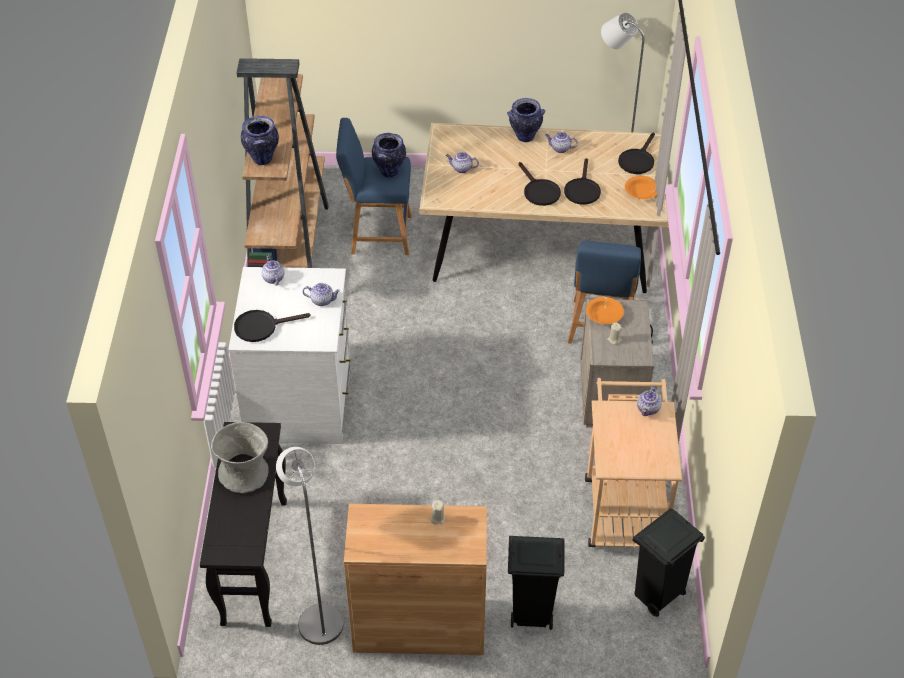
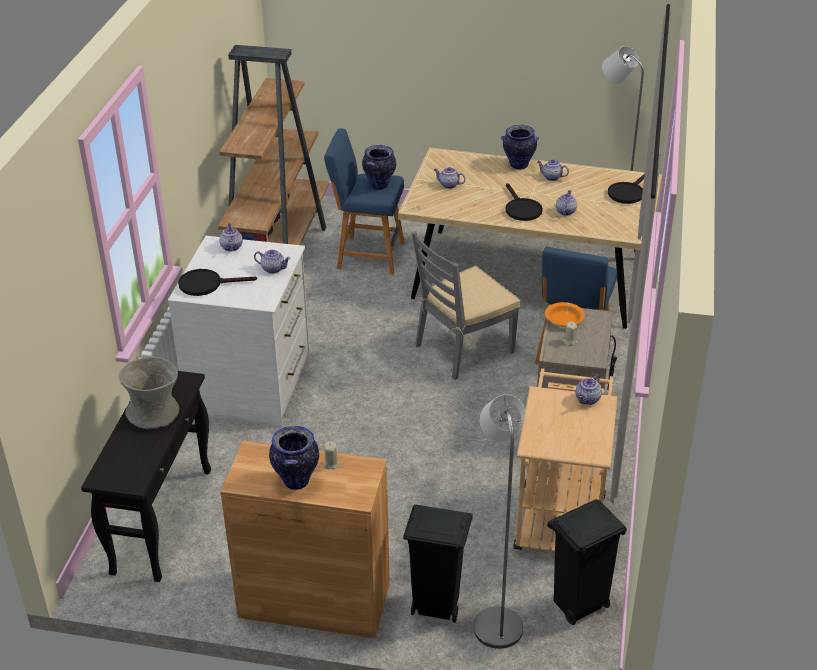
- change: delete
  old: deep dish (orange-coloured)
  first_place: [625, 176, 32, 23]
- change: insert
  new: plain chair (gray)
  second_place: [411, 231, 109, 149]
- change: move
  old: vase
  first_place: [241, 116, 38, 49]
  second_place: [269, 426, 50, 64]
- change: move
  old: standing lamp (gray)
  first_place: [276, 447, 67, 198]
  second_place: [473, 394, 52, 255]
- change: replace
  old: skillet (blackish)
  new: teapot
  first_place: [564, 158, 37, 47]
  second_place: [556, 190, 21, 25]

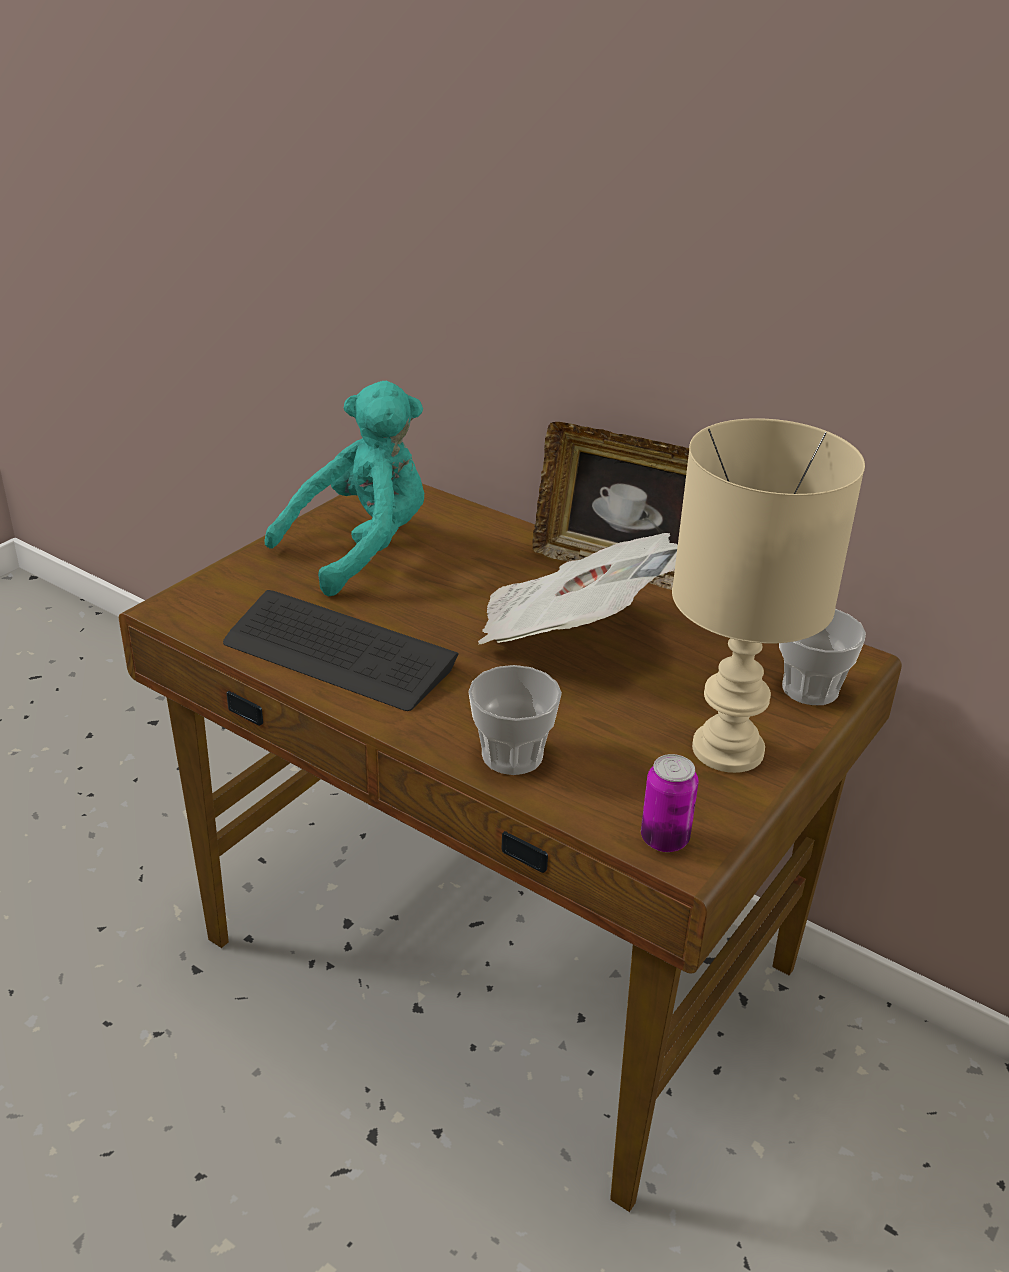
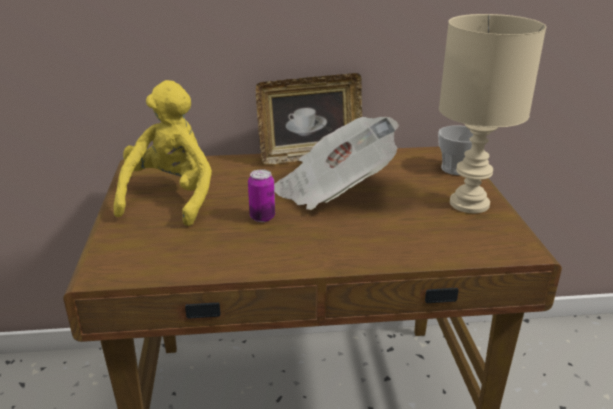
- change: delete
  old: keyboard
  first_place: [223, 590, 236, 121]
- change: delete
  old: small cup
  first_place: [468, 665, 94, 110]
- change: move
  old: metal can
  first_place: [641, 754, 58, 98]
  second_place: [248, 169, 27, 53]
- change: recolor
  old: cuddly toy (blue-green)
  new: cuddly toy (yellowish)
  first_place: [265, 381, 159, 215]
  second_place: [113, 80, 99, 146]

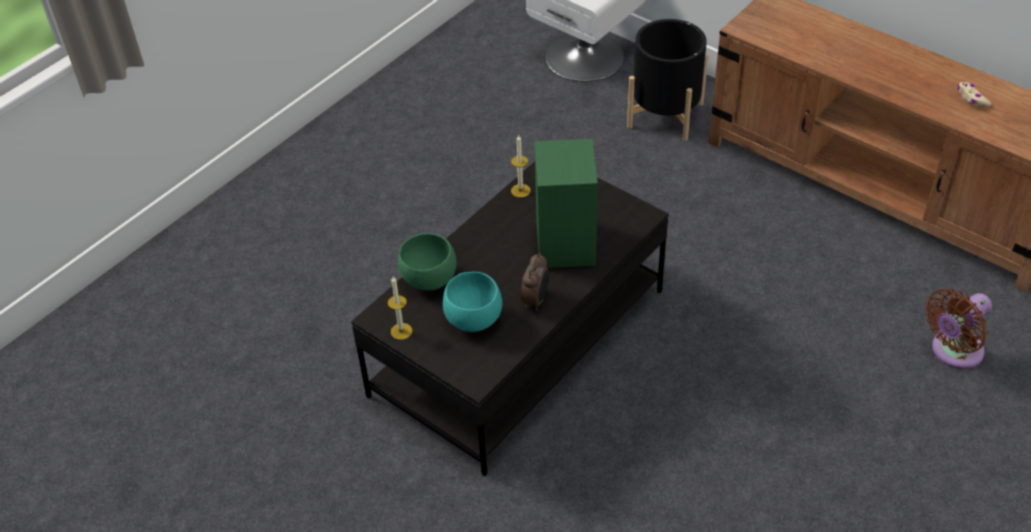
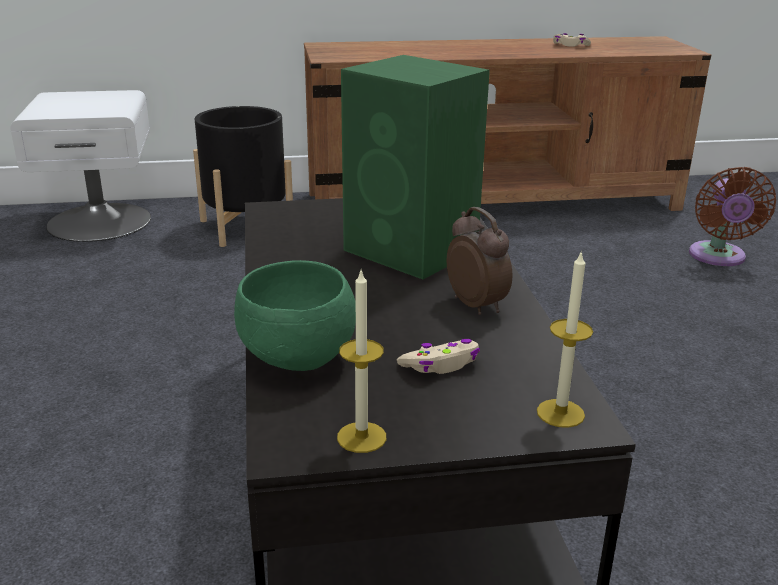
- change: move
  old: wax candle
  first_place: [511, 135, 20, 63]
  second_place: [537, 250, 56, 178]
- change: replace
  old: deep dish (blue-green)
  new: joypad (sand-coloured)
  first_place: [443, 272, 59, 60]
  second_place: [397, 339, 83, 35]

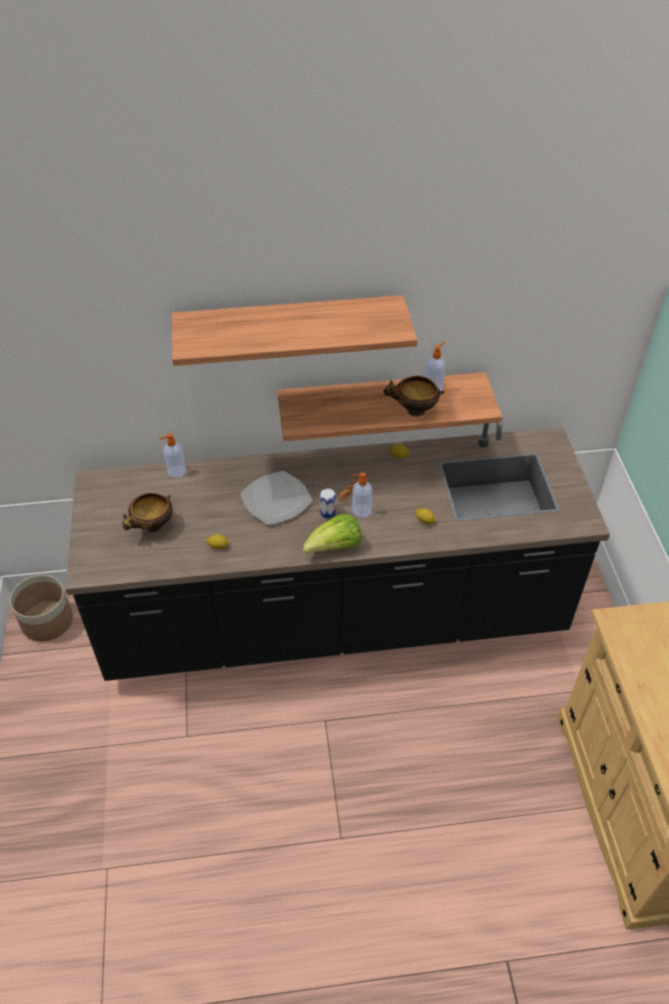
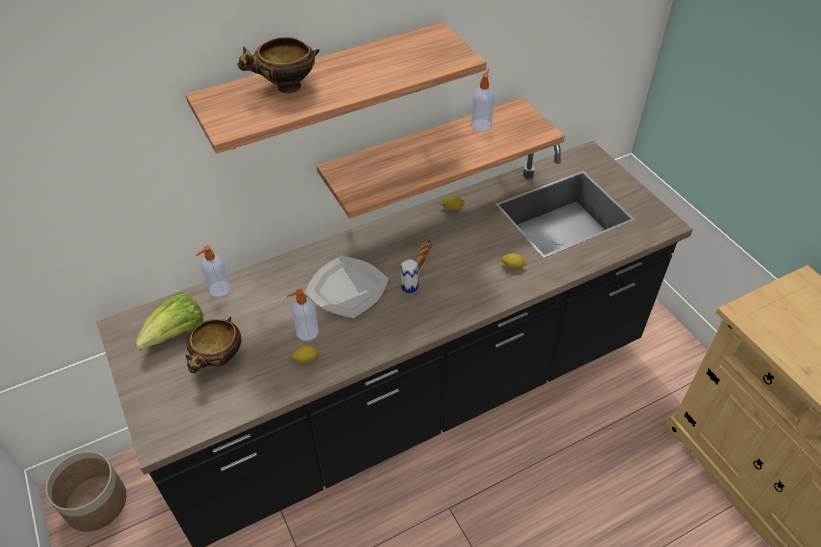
- change: move
  old: lettuce head
  first_place: [303, 513, 59, 40]
  second_place: [135, 292, 68, 59]
- change: move
  old: soap dispenser
  first_place: [351, 473, 21, 45]
  second_place: [287, 289, 32, 52]
- change: move
  old: deep dish
  first_place: [383, 376, 62, 41]
  second_place: [237, 37, 82, 56]

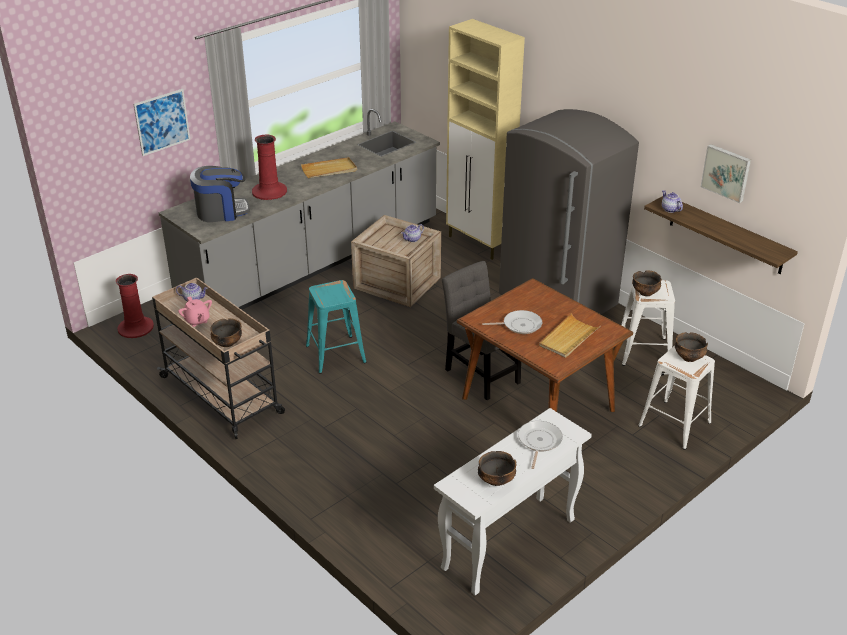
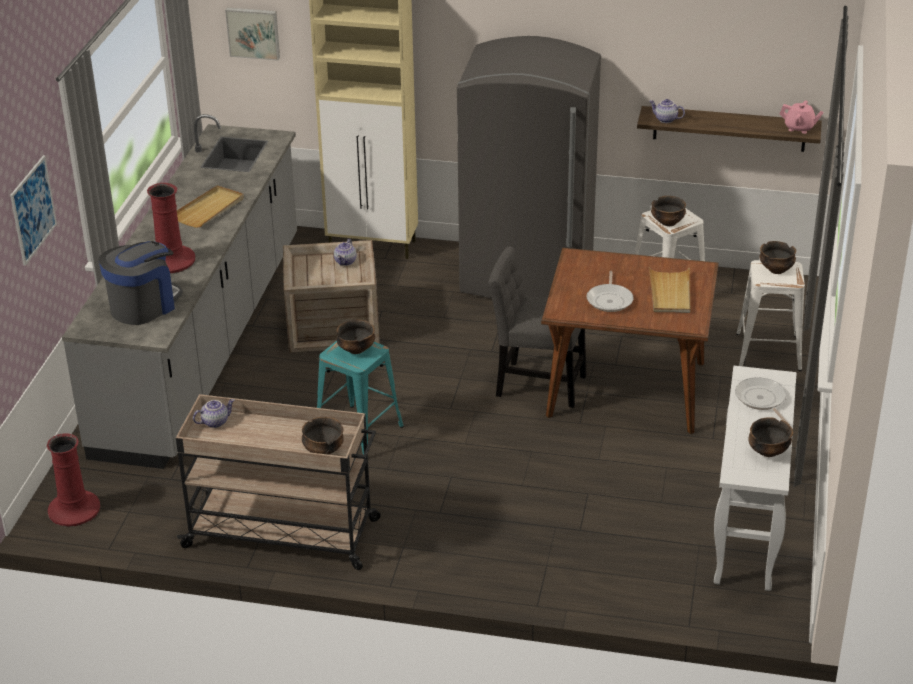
- change: insert
  new: deep dish
  second_place: [336, 320, 39, 34]
- change: move
  old: teapot (pinkish)
  first_place: [178, 296, 34, 31]
  second_place: [780, 100, 43, 34]
- change: move
  old: wall picture
  first_place: [701, 144, 50, 59]
  second_place: [225, 7, 55, 54]
- change: rotate
  old: skillet
  first_place: [482, 310, 61, 24]
  second_place: [587, 271, 47, 41]
  degrees: 135

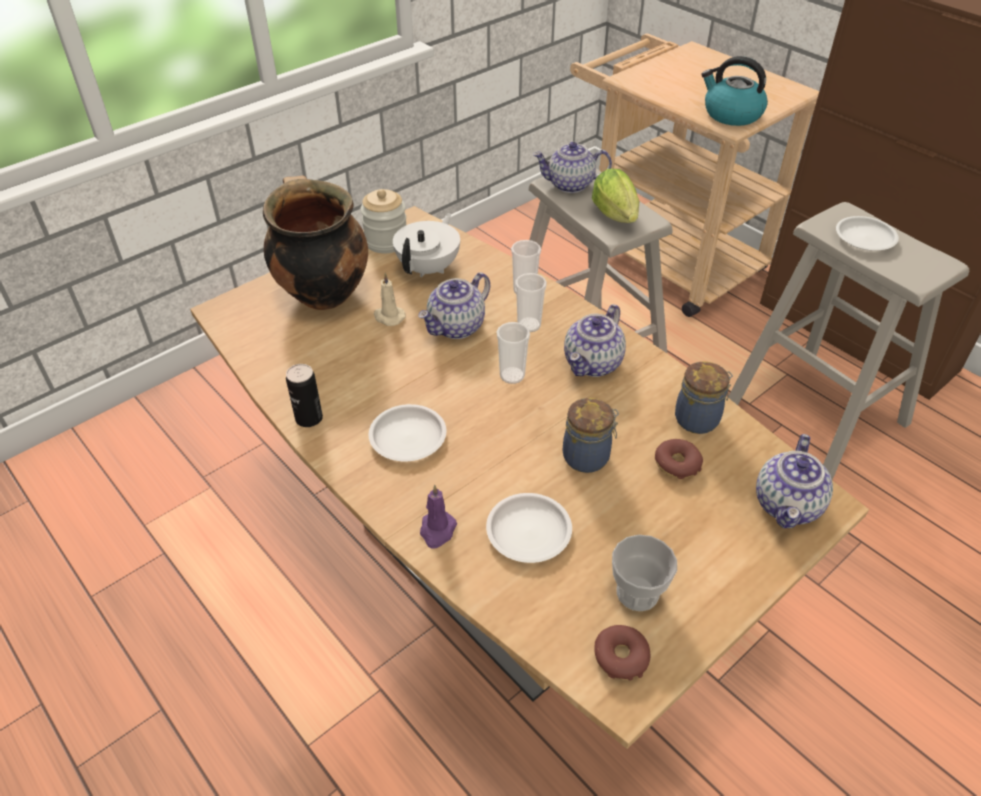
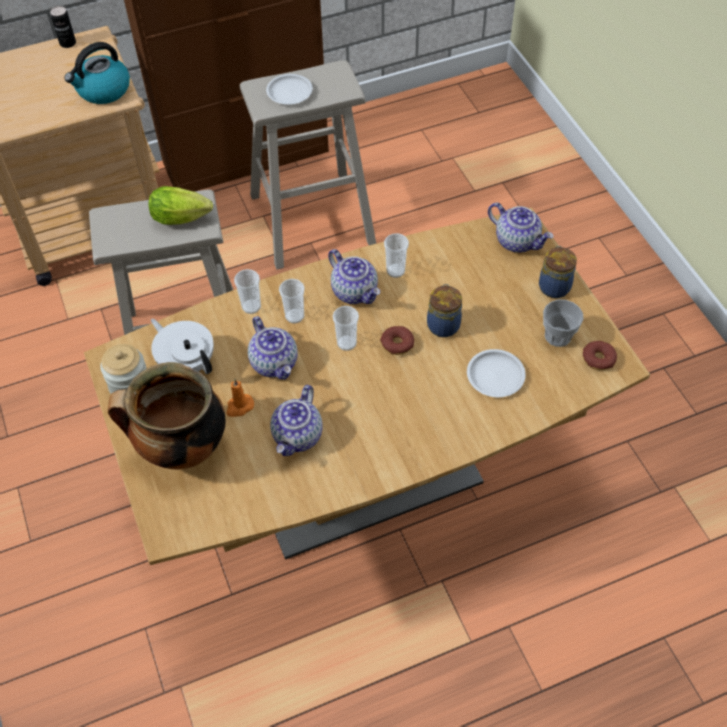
- change: delete
  old: dinner plate (white)
  first_place: [369, 404, 78, 57]
- change: delete
  old: wax candle (purple-coloured)
  first_place: [420, 485, 37, 64]
- change: insert
  new: small cup
  second_place: [384, 233, 25, 45]
- change: move
  old: metal can
  first_place: [286, 364, 37, 63]
  second_place: [50, 6, 26, 42]
- change: move
  old: teapot
  first_place: [533, 142, 79, 51]
  second_place: [270, 385, 53, 71]
- change: move
  old: doughnut
  first_place: [655, 439, 48, 40]
  second_place: [380, 326, 34, 29]
- change: move
  old: jar
  first_place: [675, 361, 58, 73]
  second_place: [539, 246, 38, 52]
- change: recolor
  old: wax candle (sand-coloured)
  new: wax candle (orange-coloured)
  first_place: [374, 273, 32, 53]
  second_place: [226, 378, 28, 39]

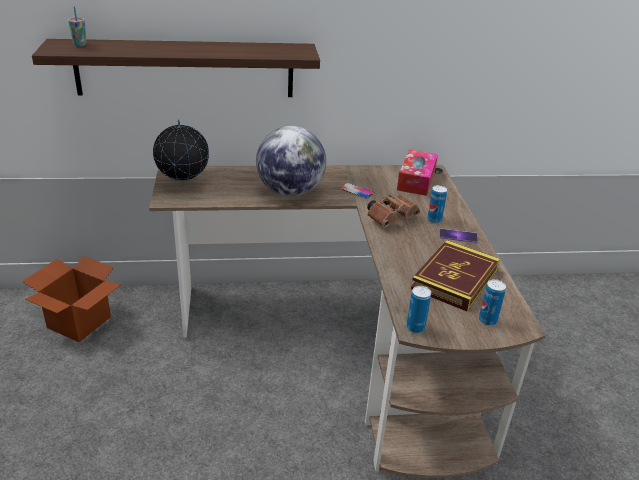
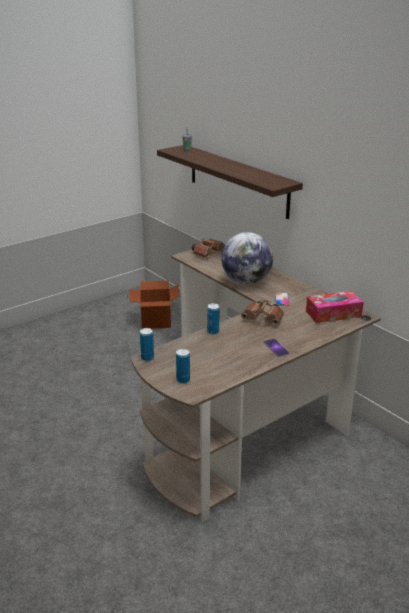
- change: delete
  old: volume
  first_place: [411, 240, 89, 71]
- change: move
  old: metal can
  first_place: [427, 185, 20, 39]
  second_place: [207, 303, 13, 32]
- change: replace
  old: globe
  new: pair of binoculars (brown-coloured)
  first_place: [153, 120, 56, 65]
  second_place: [192, 238, 33, 20]

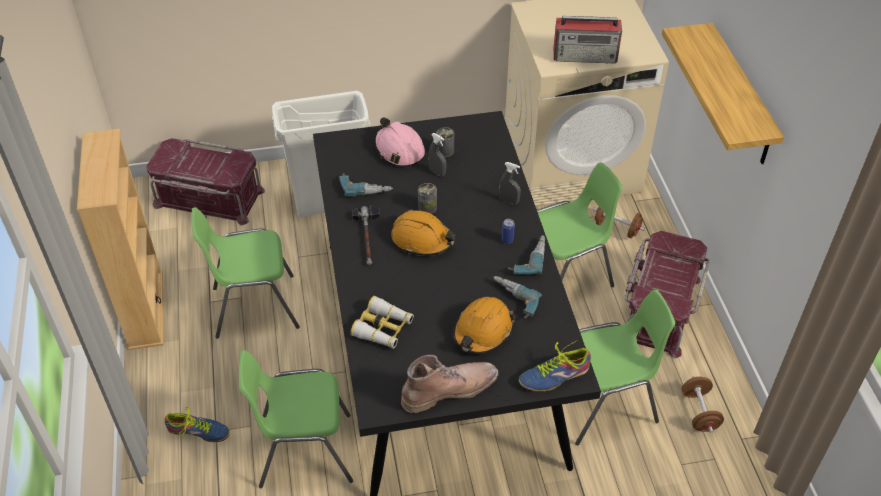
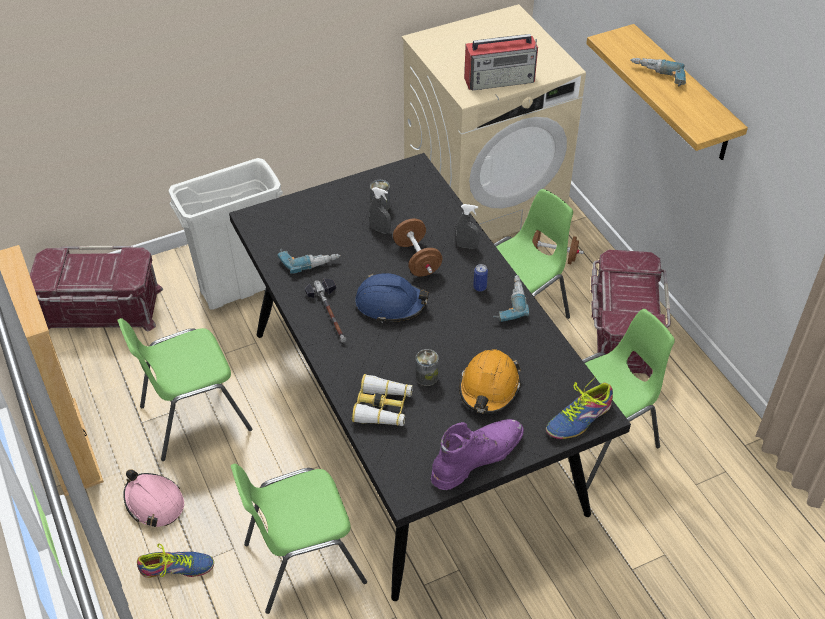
- change: move
  old: safety helmet (pinkish)
  first_place: [374, 117, 51, 50]
  second_place: [123, 469, 61, 58]
- change: move
  old: metal can
  first_place: [418, 183, 19, 31]
  second_place: [416, 349, 23, 37]
- change: move
  old: drill
  first_place: [493, 276, 49, 42]
  second_place: [630, 58, 56, 29]
- change: move
  old: dumbbell (brown-coloured)
  first_place: [682, 376, 42, 57]
  second_place: [393, 218, 49, 58]
- change: recolor
  old: safety helmet (orange-coloured)
  new: safety helmet (blue)
  first_place: [391, 209, 65, 47]
  second_place: [355, 273, 74, 50]
- change: recolor
  old: boot (brown-coloured)
  new: boot (purple-coloured)
  first_place: [401, 355, 97, 58]
  second_place: [431, 419, 93, 71]

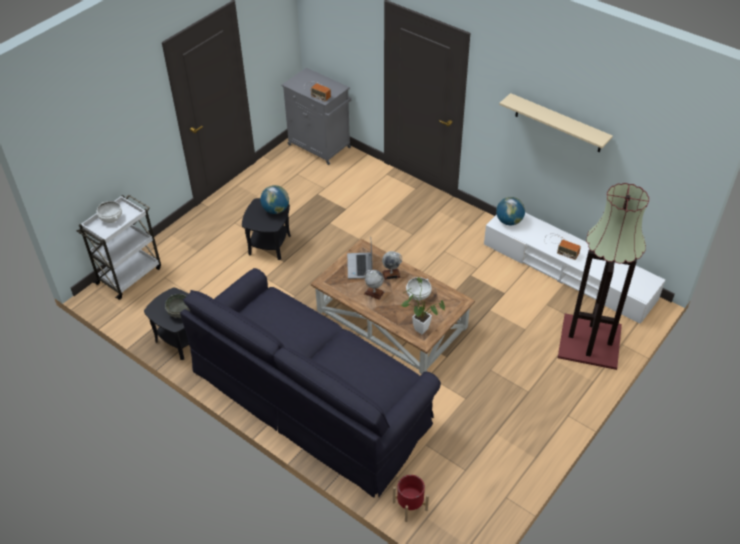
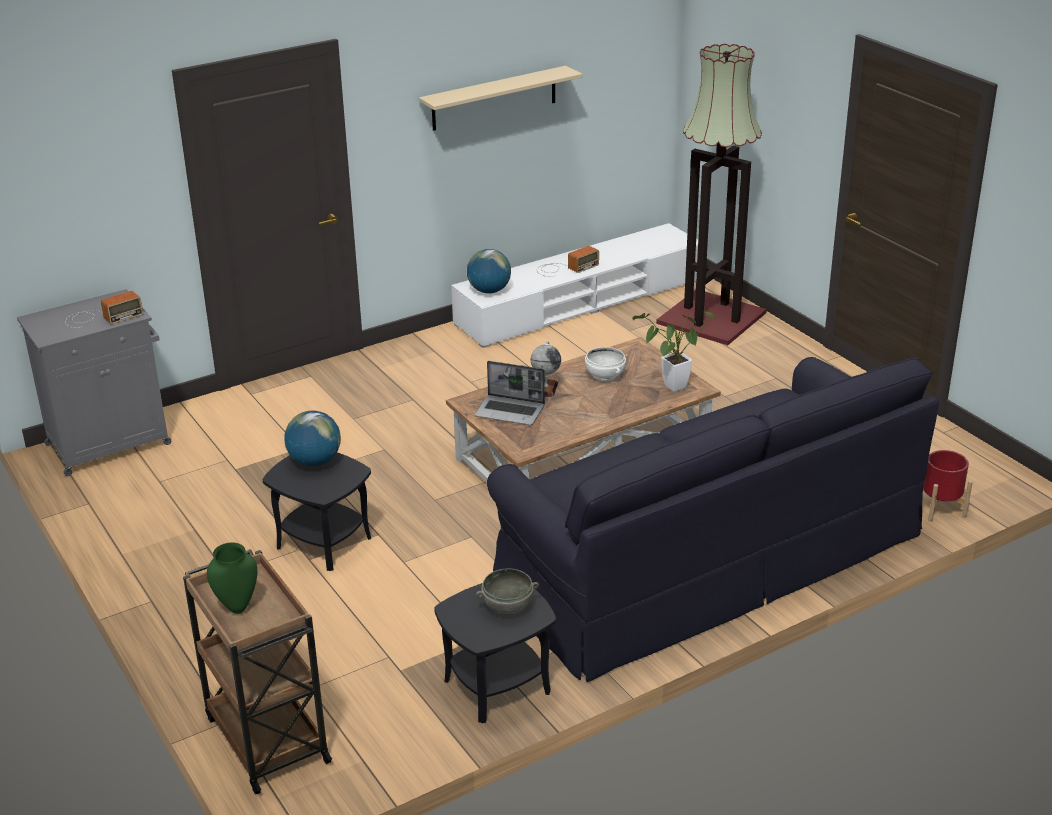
- change: delete
  old: globe
  first_place: [364, 270, 20, 30]
- change: replace
  old: deep dish (white)
  new: vase (greenish)
  first_place: [96, 201, 26, 22]
  second_place: [207, 542, 51, 72]
- change: recolor
  old: wheeled cart (white)
  new: wheeled cart (brown-coloured)
  first_place: [77, 195, 84, 105]
  second_place: [183, 549, 149, 245]

